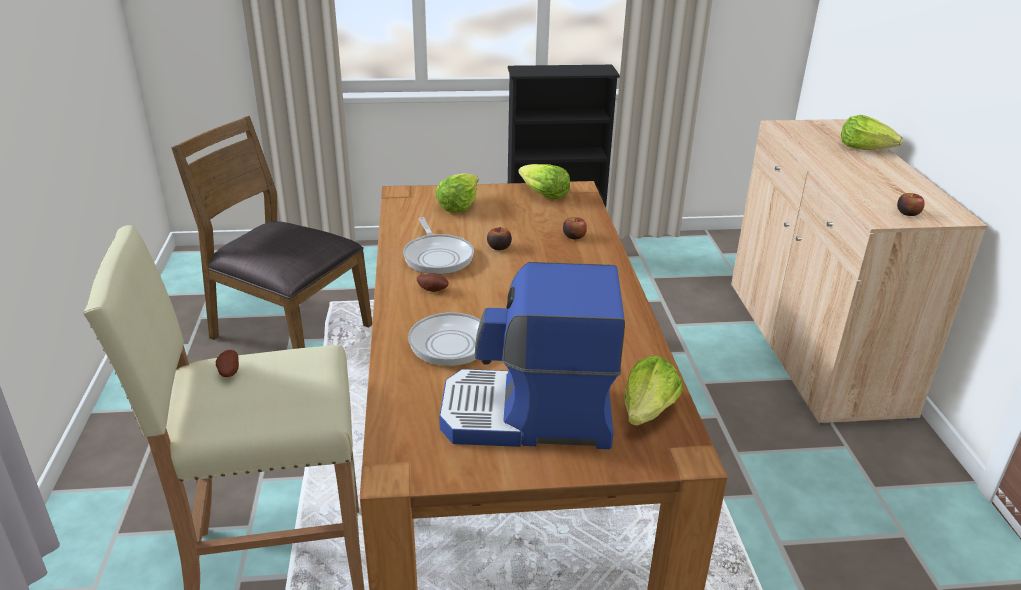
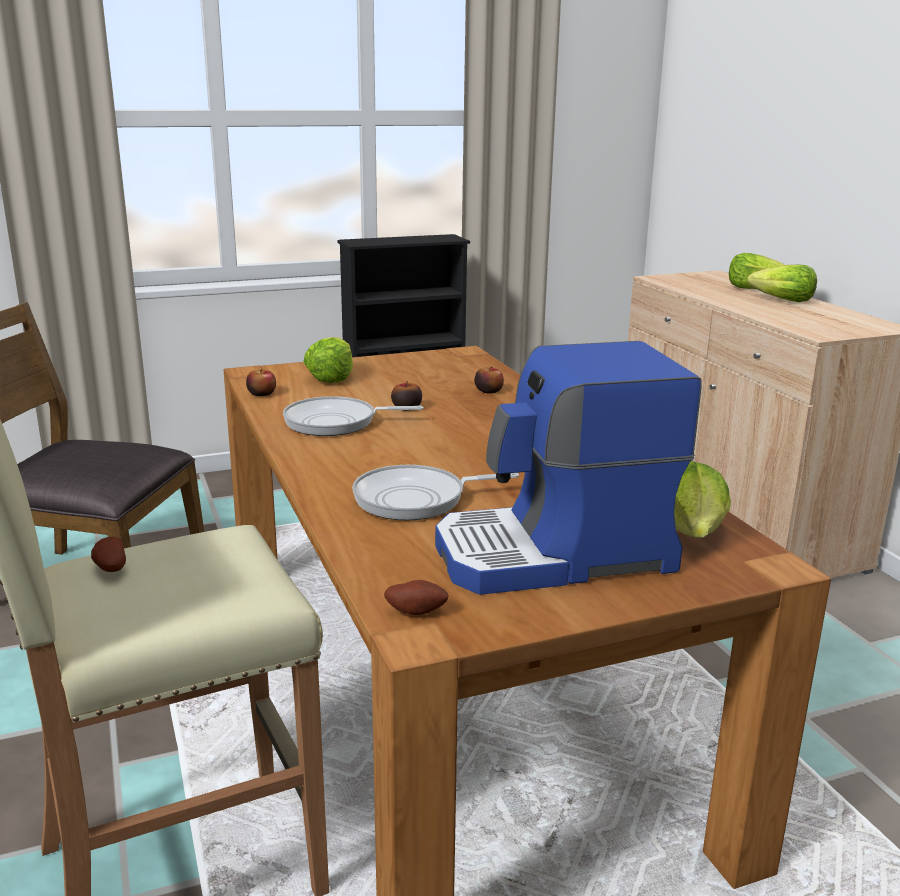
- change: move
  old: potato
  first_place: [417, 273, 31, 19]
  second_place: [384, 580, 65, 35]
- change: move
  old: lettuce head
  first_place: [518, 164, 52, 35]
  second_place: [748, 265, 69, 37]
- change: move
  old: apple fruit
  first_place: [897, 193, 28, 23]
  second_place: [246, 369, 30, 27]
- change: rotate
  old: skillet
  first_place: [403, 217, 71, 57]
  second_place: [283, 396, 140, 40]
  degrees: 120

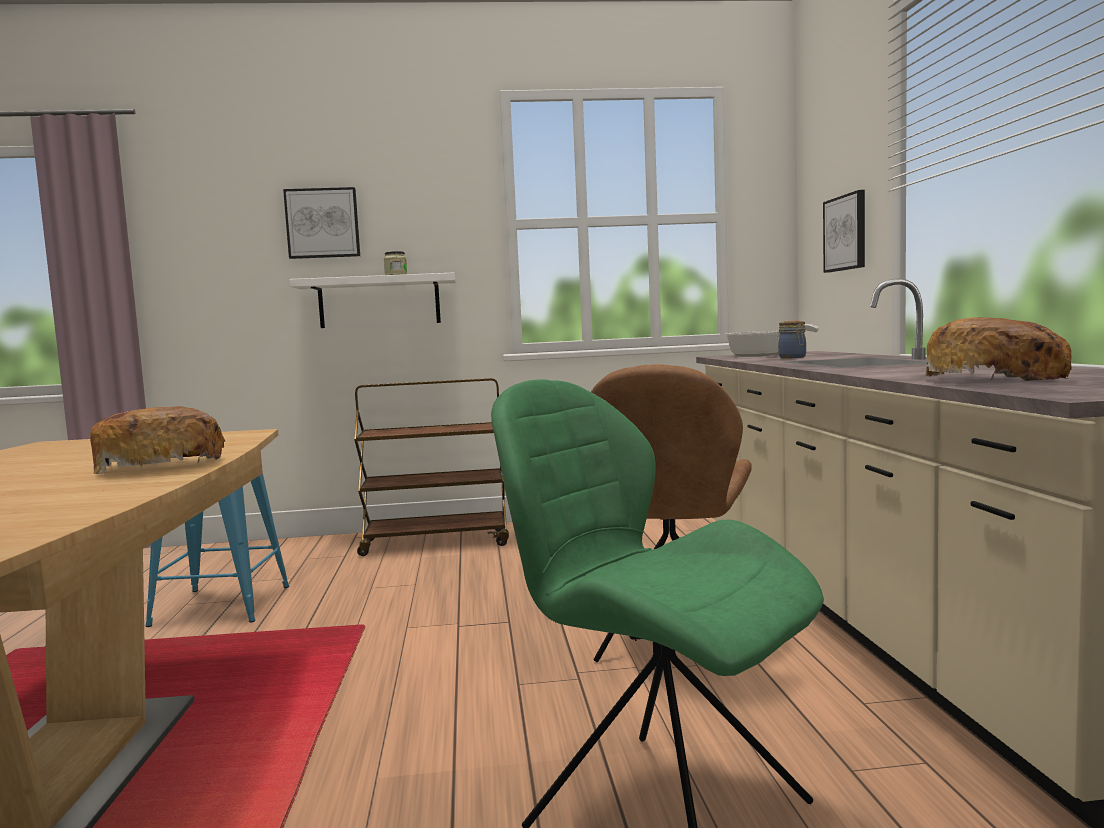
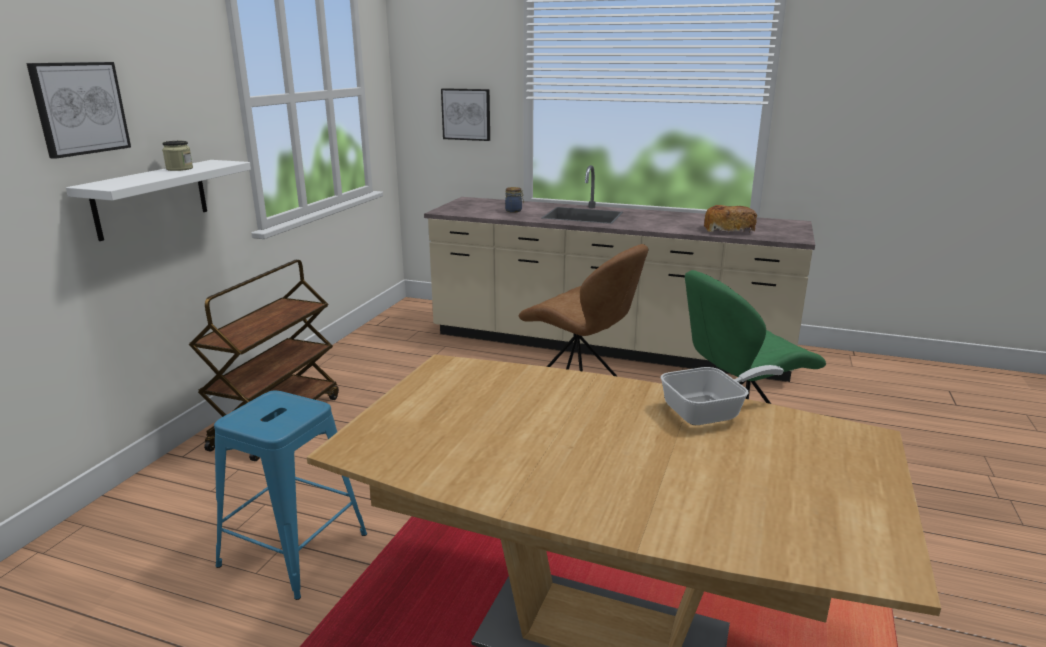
- change: delete
  old: bread
  first_place: [90, 406, 135, 68]
- change: move
  old: skillet
  first_place: [726, 324, 93, 33]
  second_place: [660, 365, 124, 60]

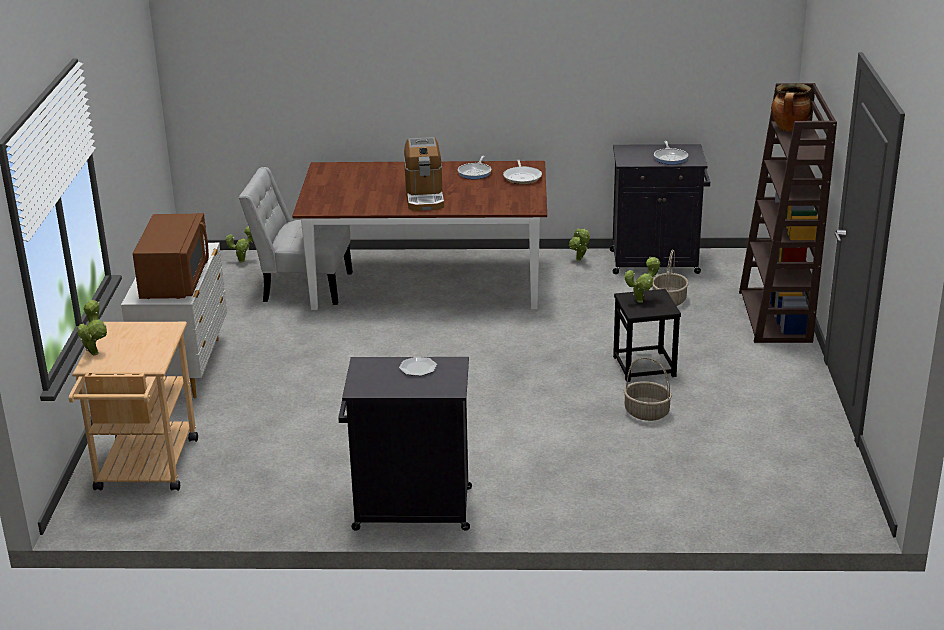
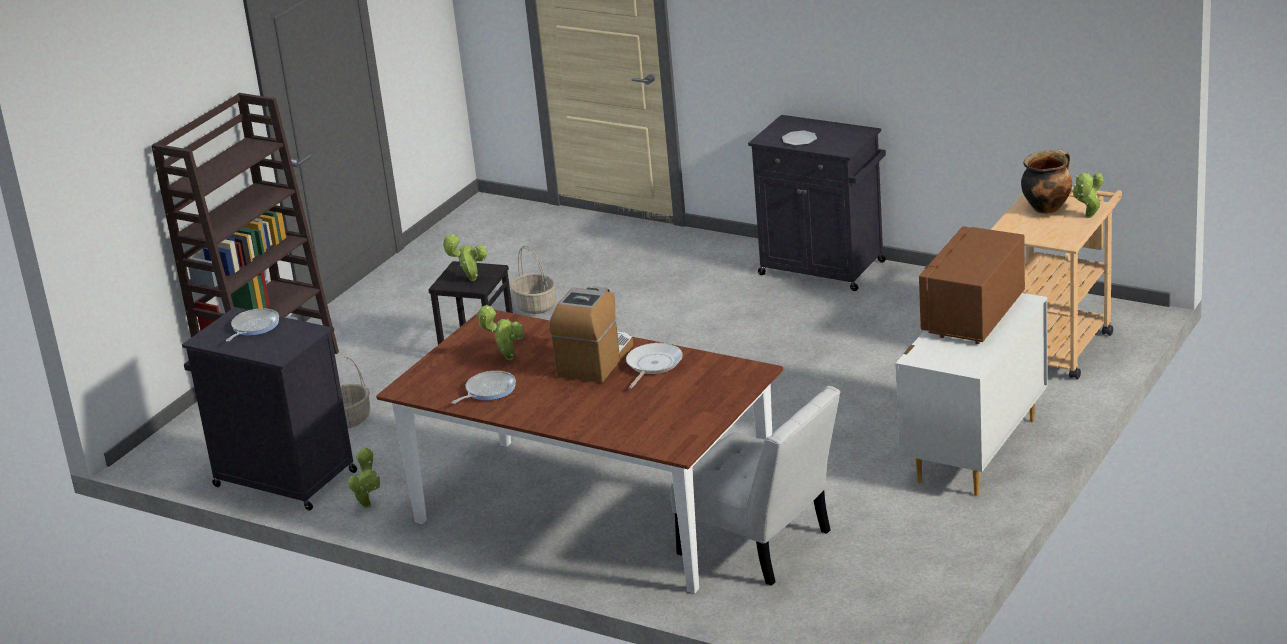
- change: move
  old: potted plant
  first_place: [226, 226, 27, 37]
  second_place: [477, 305, 47, 55]
- change: move
  old: skillet
  first_place: [503, 159, 39, 25]
  second_place: [626, 343, 57, 46]
- change: move
  old: cooking pot
  first_place: [771, 83, 41, 49]
  second_place: [1021, 149, 51, 65]

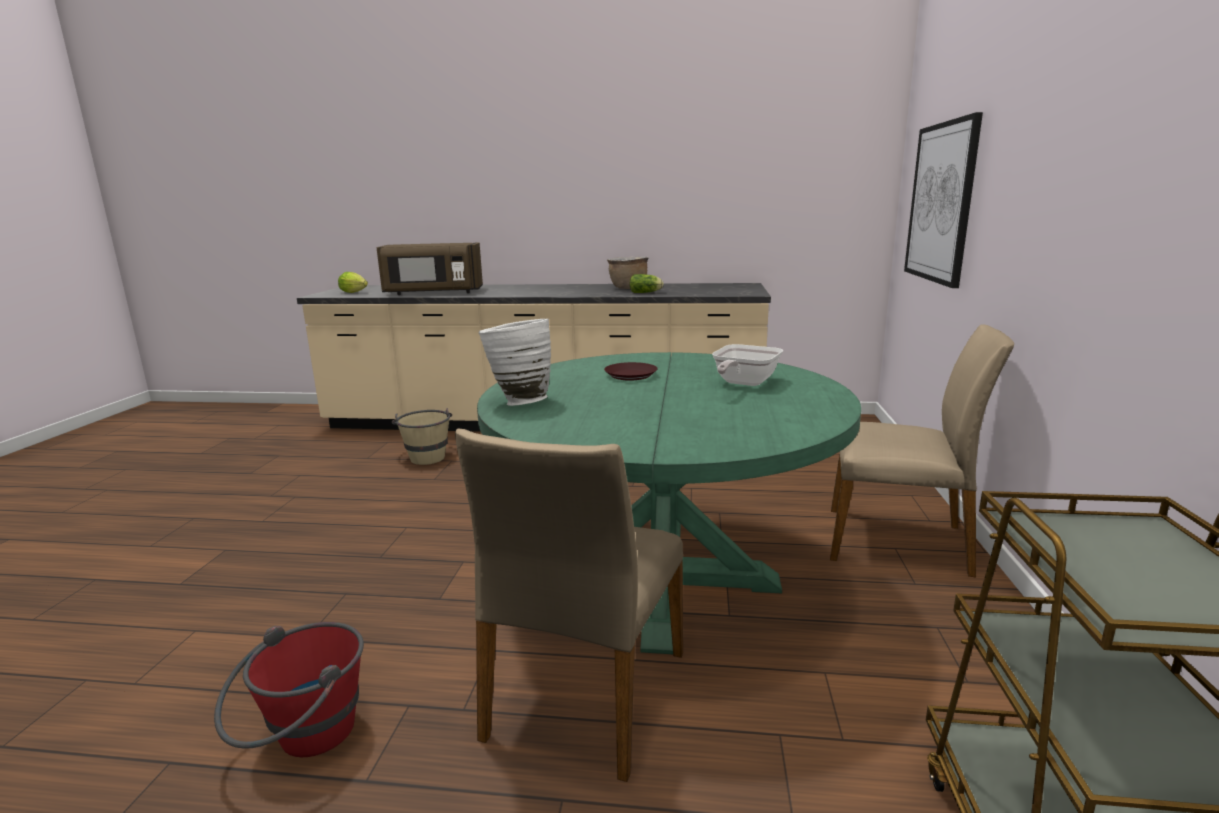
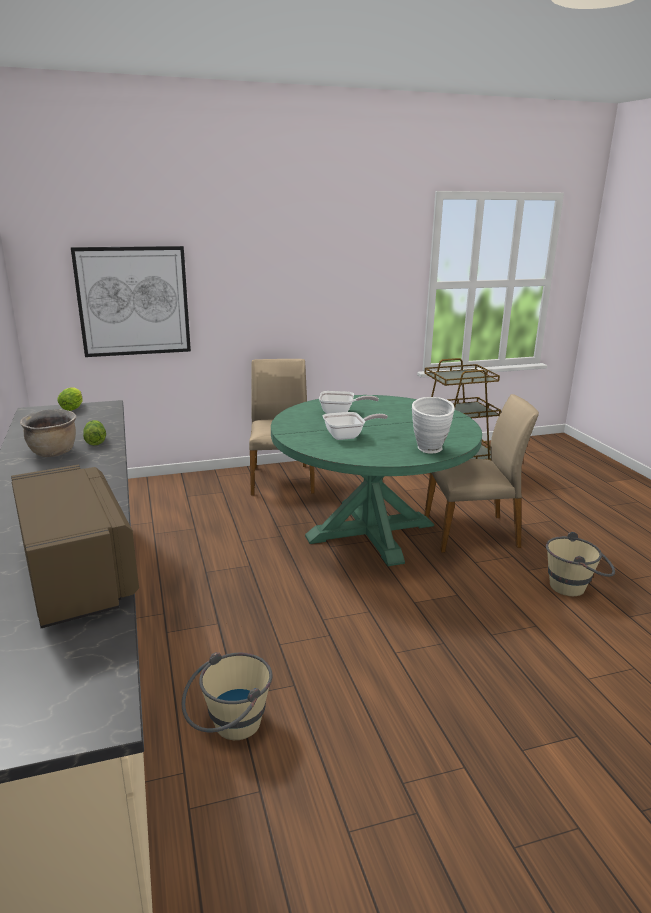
- change: move
  old: lettuce head
  first_place: [338, 272, 30, 21]
  second_place: [57, 387, 26, 24]
- change: replace
  old: dinner plate (brown-coloured)
  new: skillet
  first_place: [604, 362, 53, 19]
  second_place: [323, 412, 65, 28]
- change: recolor
  old: pail (red-coloured)
  new: pail (sand-coloured)
  first_place: [214, 622, 150, 135]
  second_place: [546, 532, 69, 64]

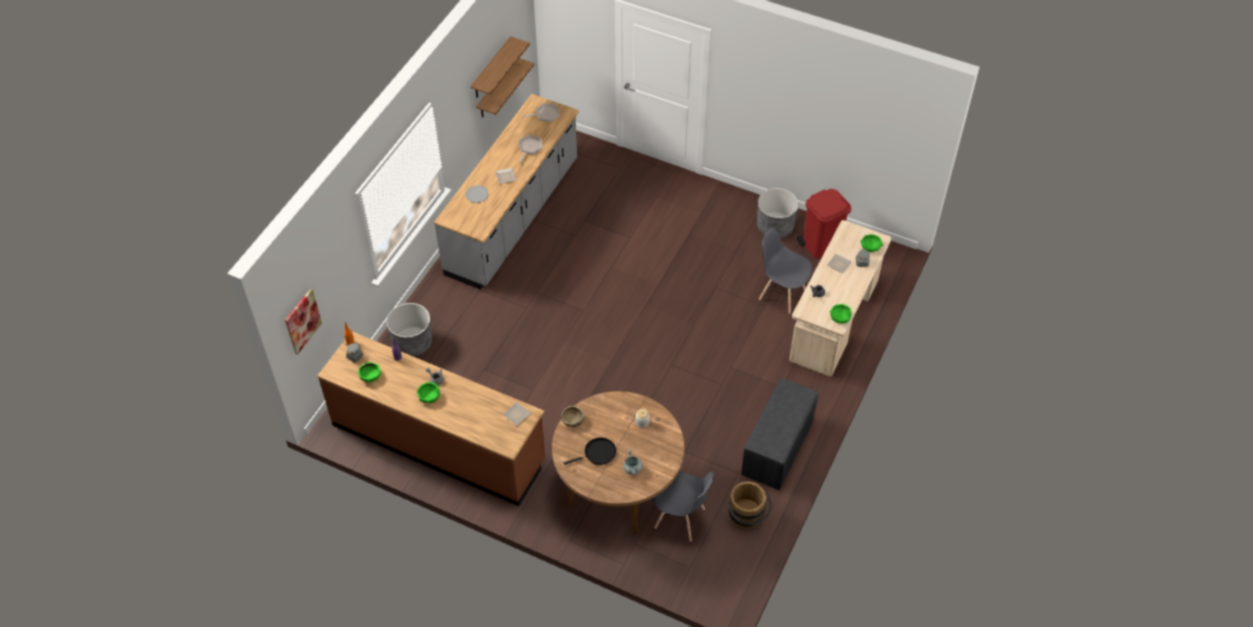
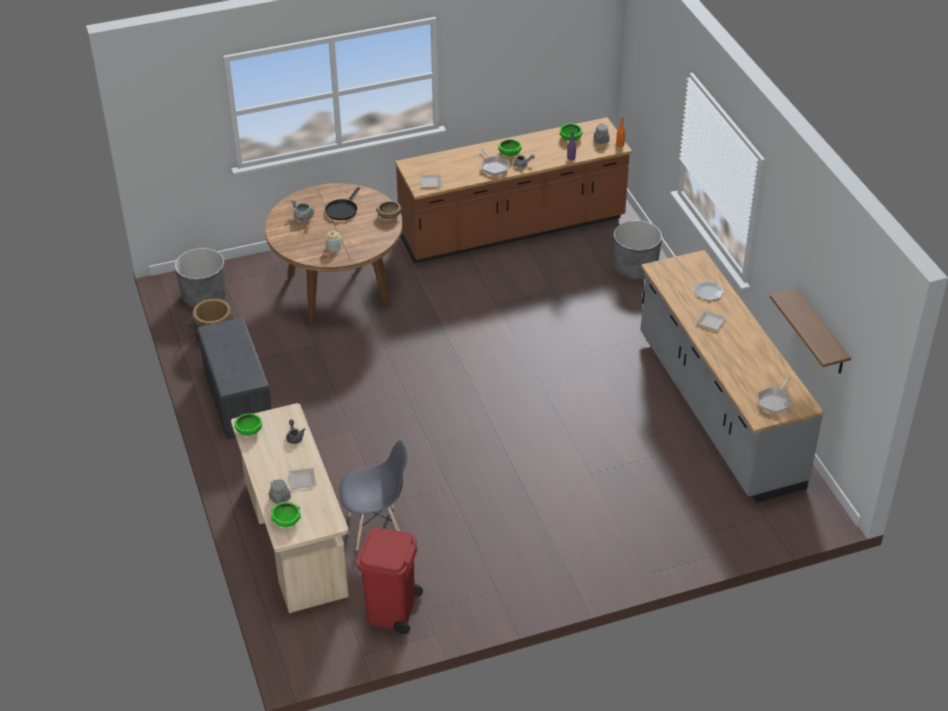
- change: delete
  old: wall picture
  first_place: [285, 289, 37, 66]
- change: delete
  old: bracket shelf
  first_place: [470, 36, 60, 62]
- change: delete
  old: plain chair (gray)
  first_place: [653, 471, 61, 71]
- change: move
  old: skillet
  first_place: [519, 135, 23, 28]
  second_place: [481, 148, 28, 28]
- change: move
  old: flower pot (gray)
  first_place: [757, 188, 42, 50]
  second_place: [175, 248, 51, 60]

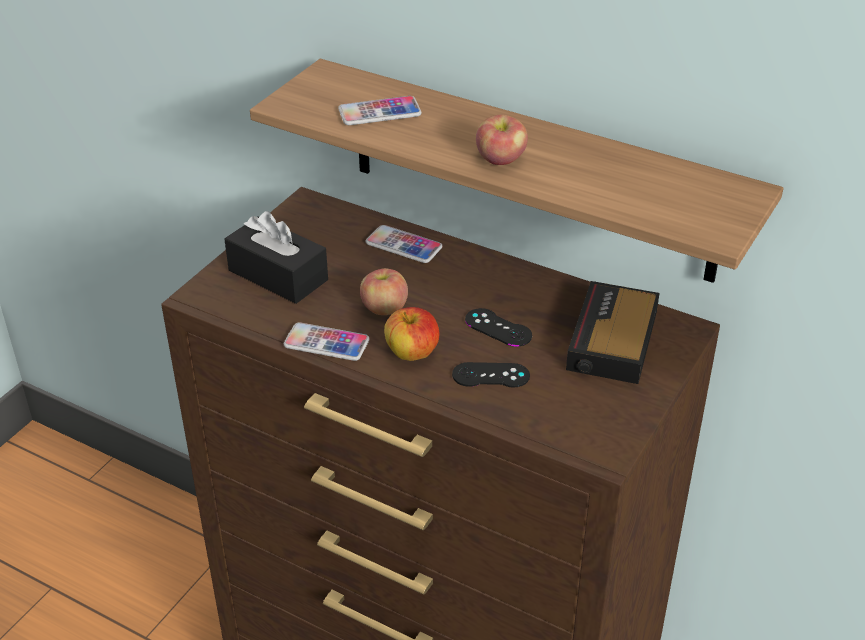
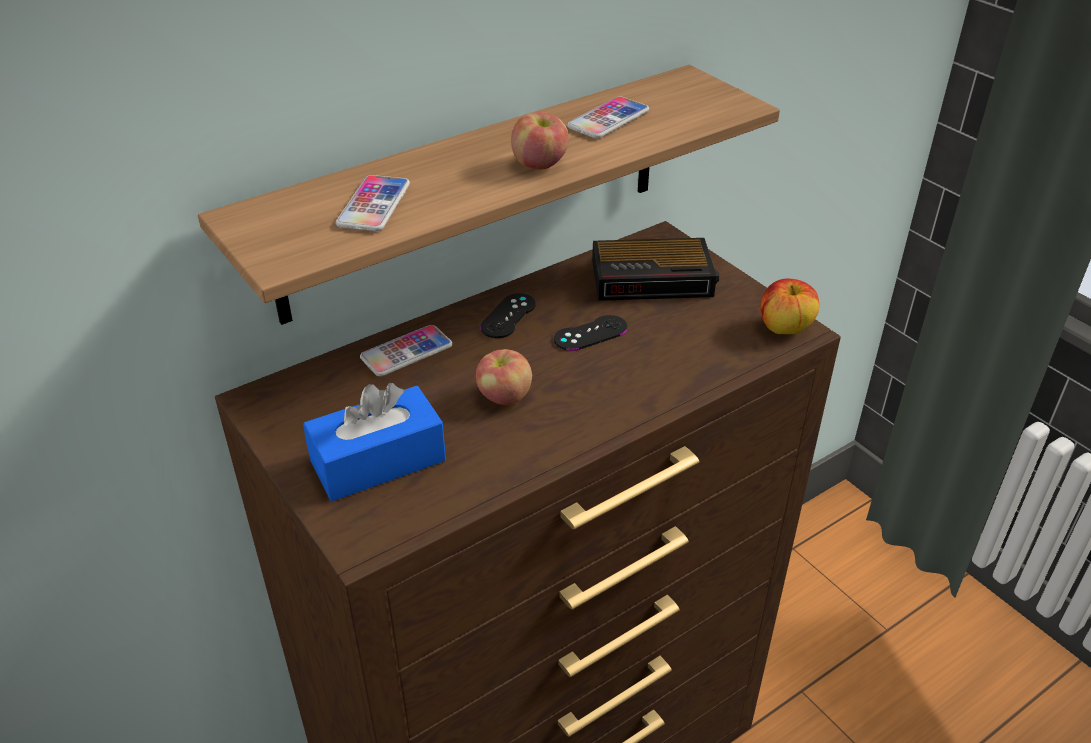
- change: move
  old: handset
  first_place: [284, 322, 85, 39]
  second_place: [567, 96, 82, 42]
- change: move
  old: apple fruit
  first_place: [384, 307, 55, 54]
  second_place: [760, 278, 59, 56]
- change: move
  old: joypad (blackish)
  first_place: [452, 362, 78, 26]
  second_place: [480, 293, 56, 45]
- change: recolor
  old: tissue box (blackish)
  new: tissue box (blue)
  first_place: [224, 211, 104, 93]
  second_place: [303, 383, 143, 118]
- change: rotate
  old: bedside clock
  first_place: [566, 281, 94, 103]
  second_place: [592, 238, 127, 63]
  degrees: -45

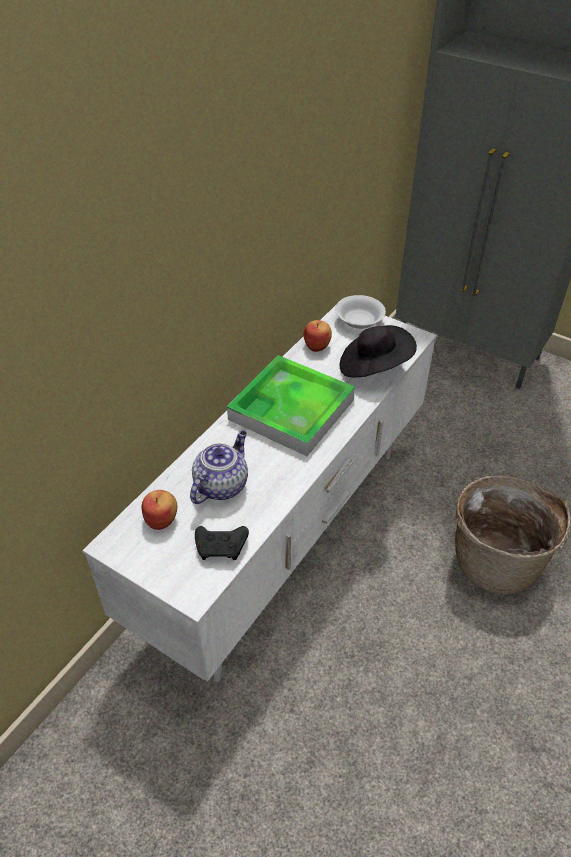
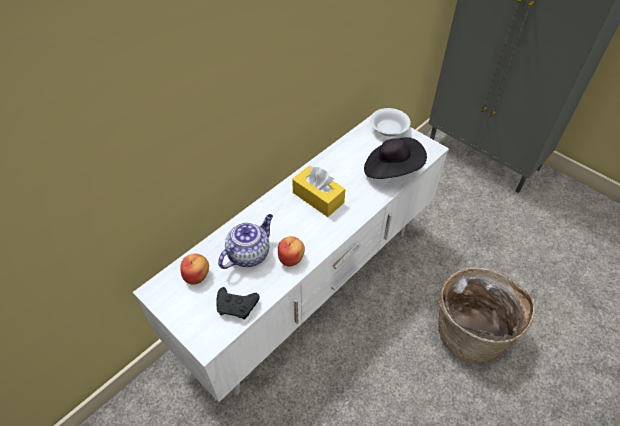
- change: move
  old: apple fruit
  first_place: [303, 320, 29, 32]
  second_place: [278, 236, 27, 30]
- change: replace
  old: tray
  new: tissue box (yellowish)
  first_place: [227, 355, 128, 101]
  second_place: [292, 166, 53, 51]

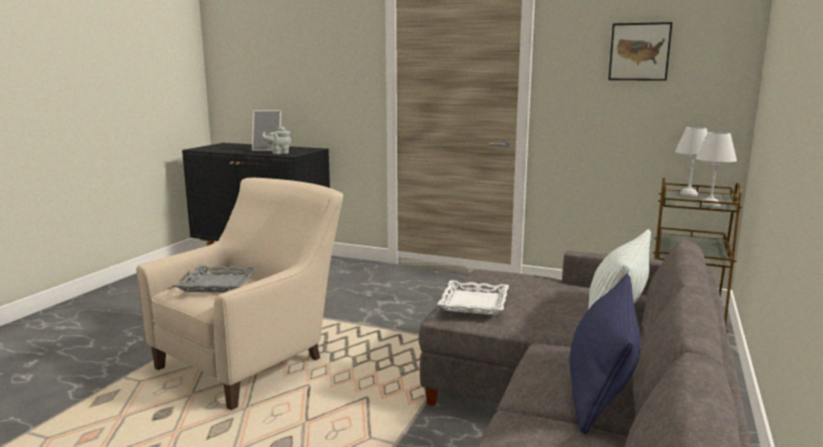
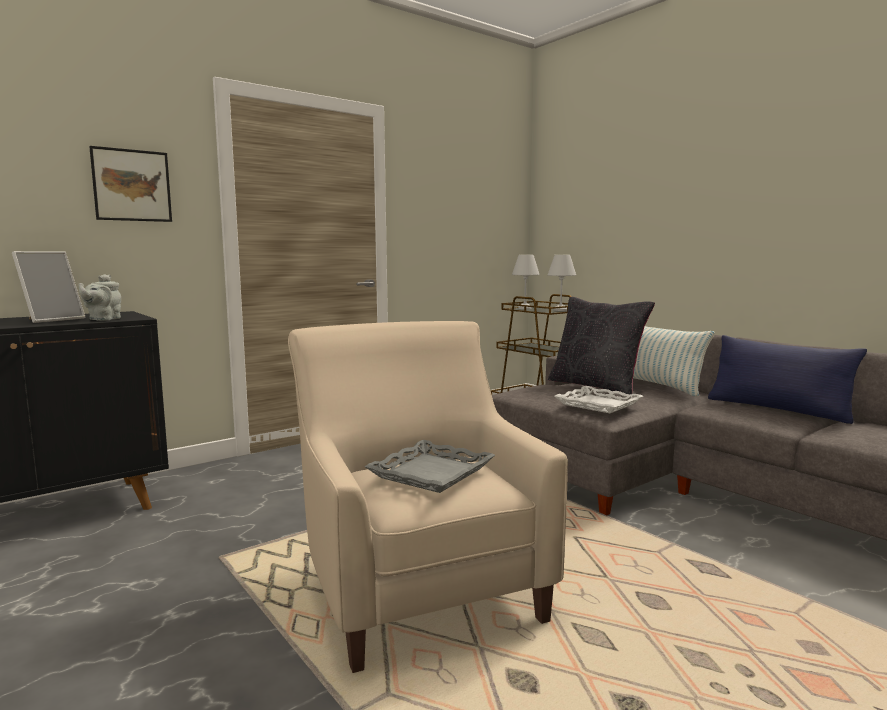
- change: insert
  new: pillow (blackish)
  second_place: [548, 297, 107, 97]
- change: move
  old: wall picture
  first_place: [608, 22, 64, 59]
  second_place: [89, 146, 83, 76]

